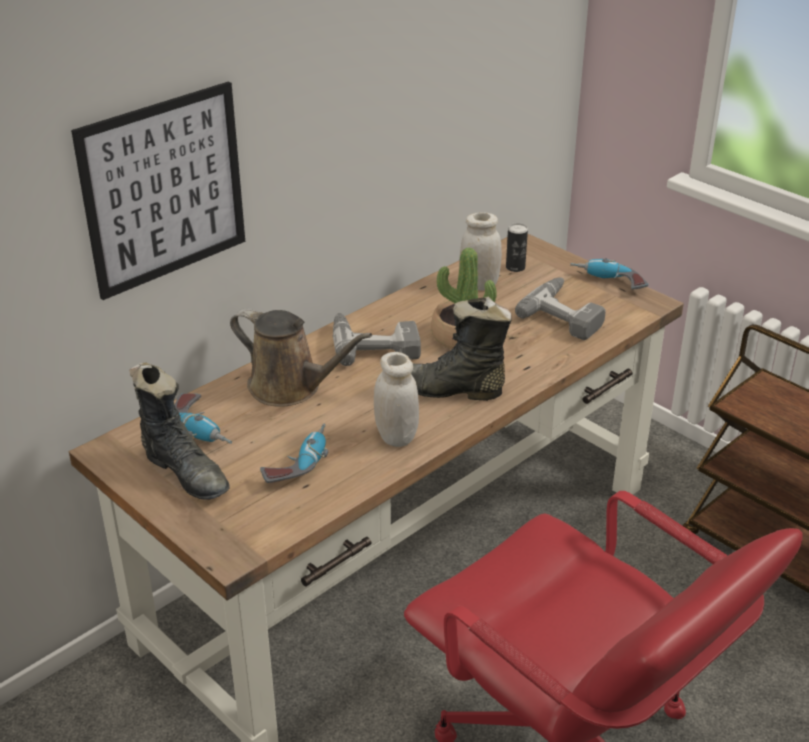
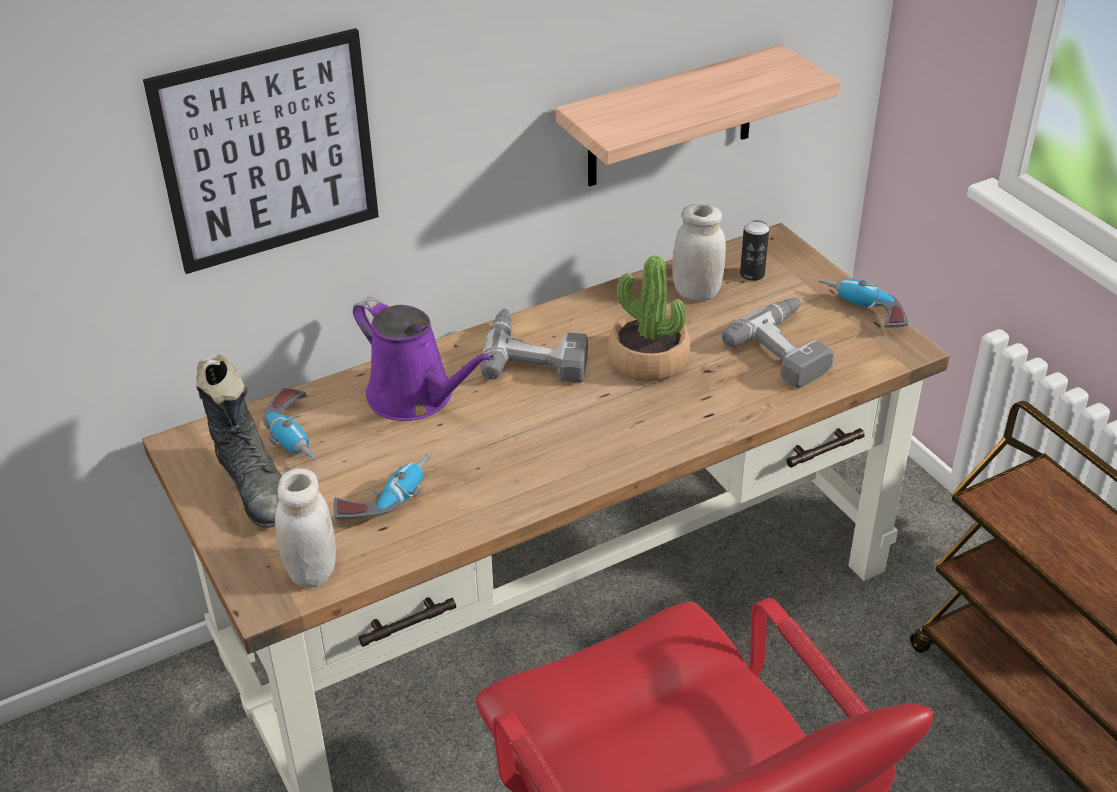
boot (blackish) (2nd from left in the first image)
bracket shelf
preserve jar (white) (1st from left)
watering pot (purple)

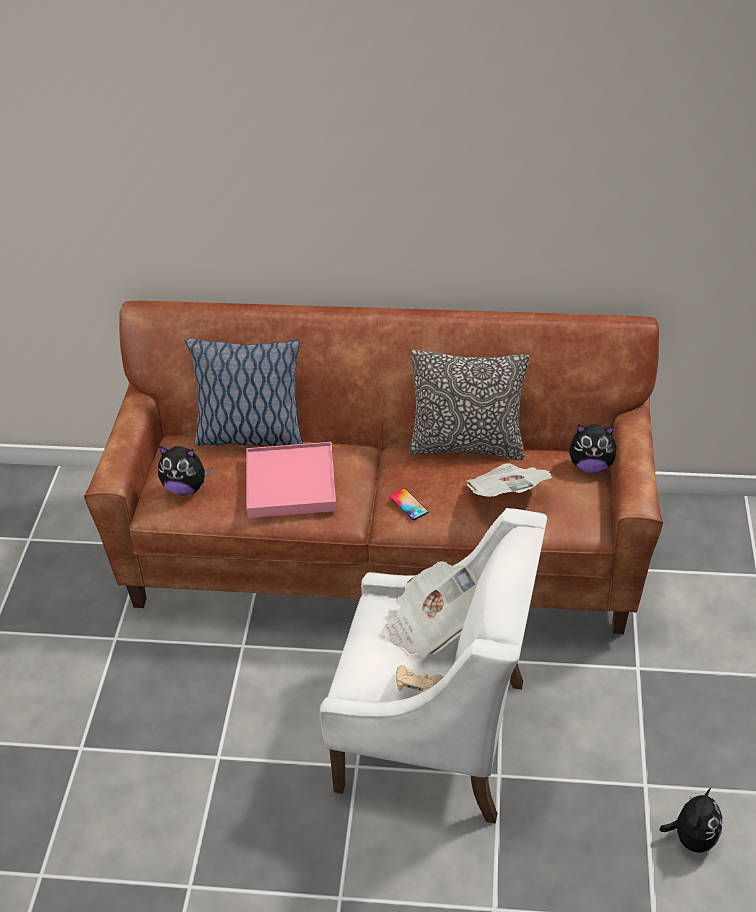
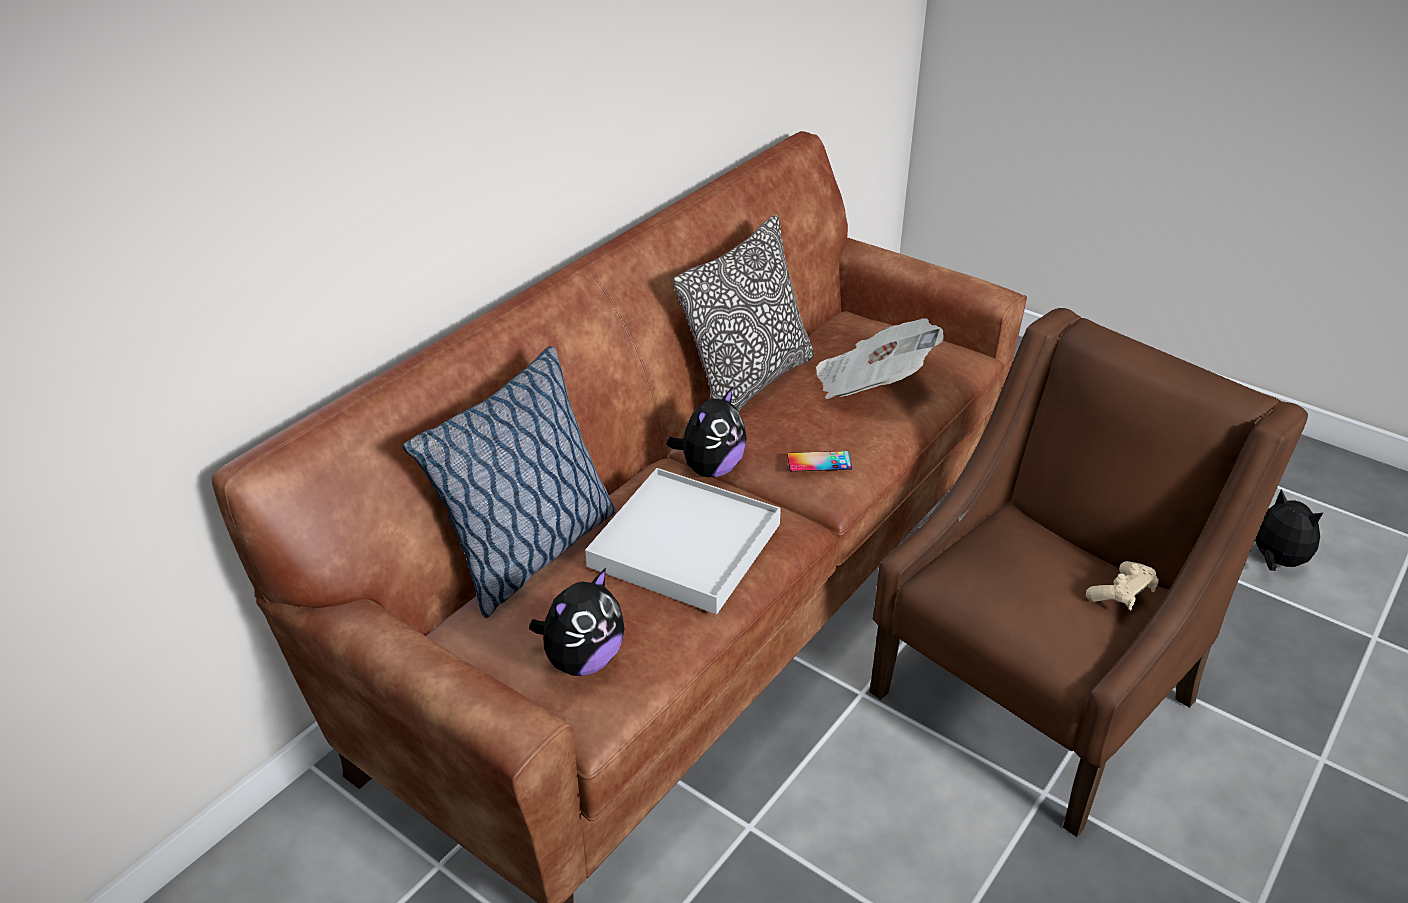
newspaper (1st from left in the first image)
plush toy (2nd from left)
serving tray (white)
lounge chair (brownish)

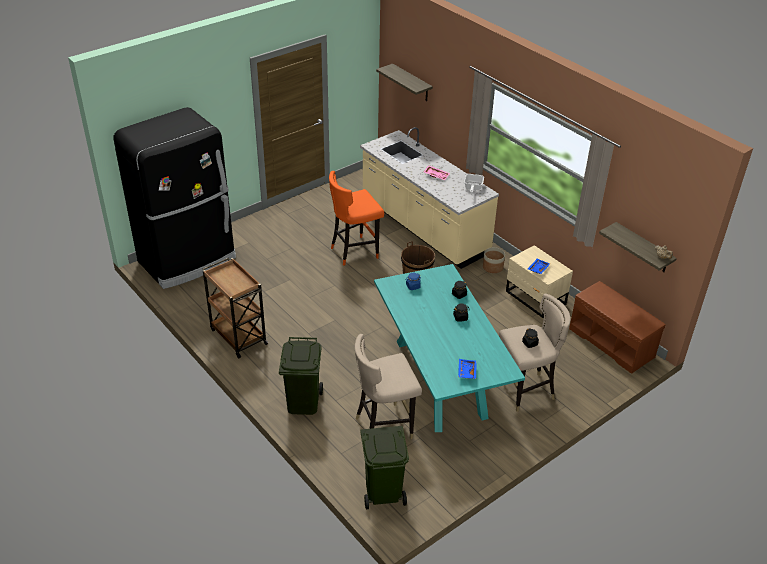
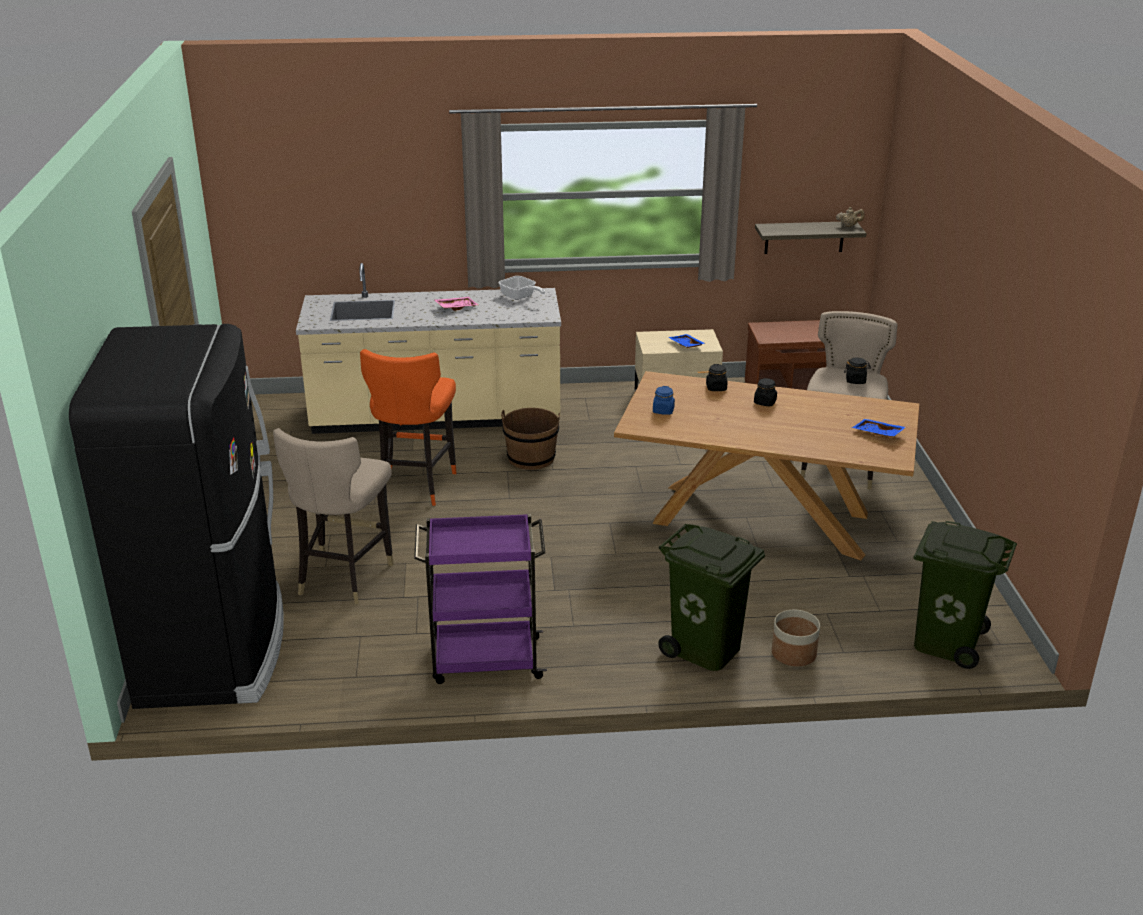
bracket shelf (1st from left in the first image)
stool (sand-coloured) (1st from left)
planter
trolley (purple)
dinner table (brownish)

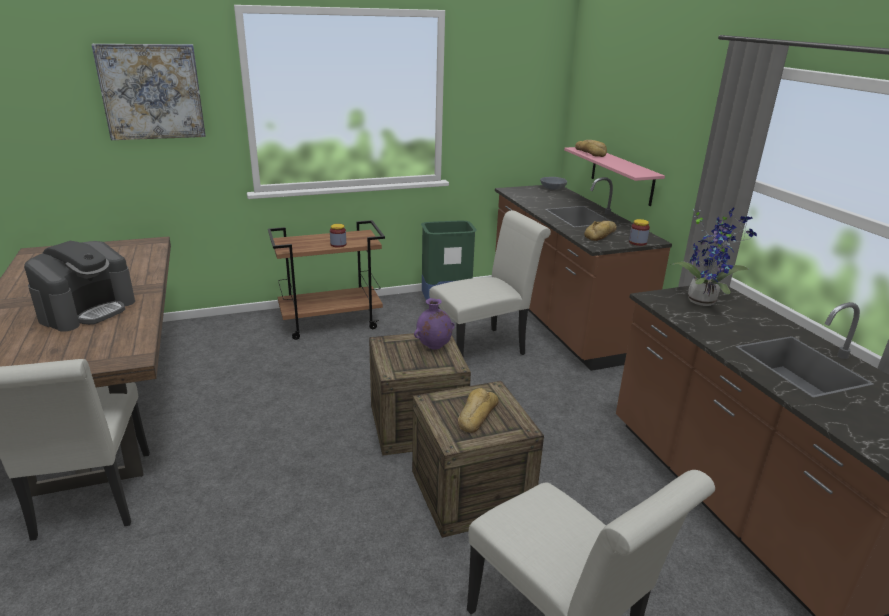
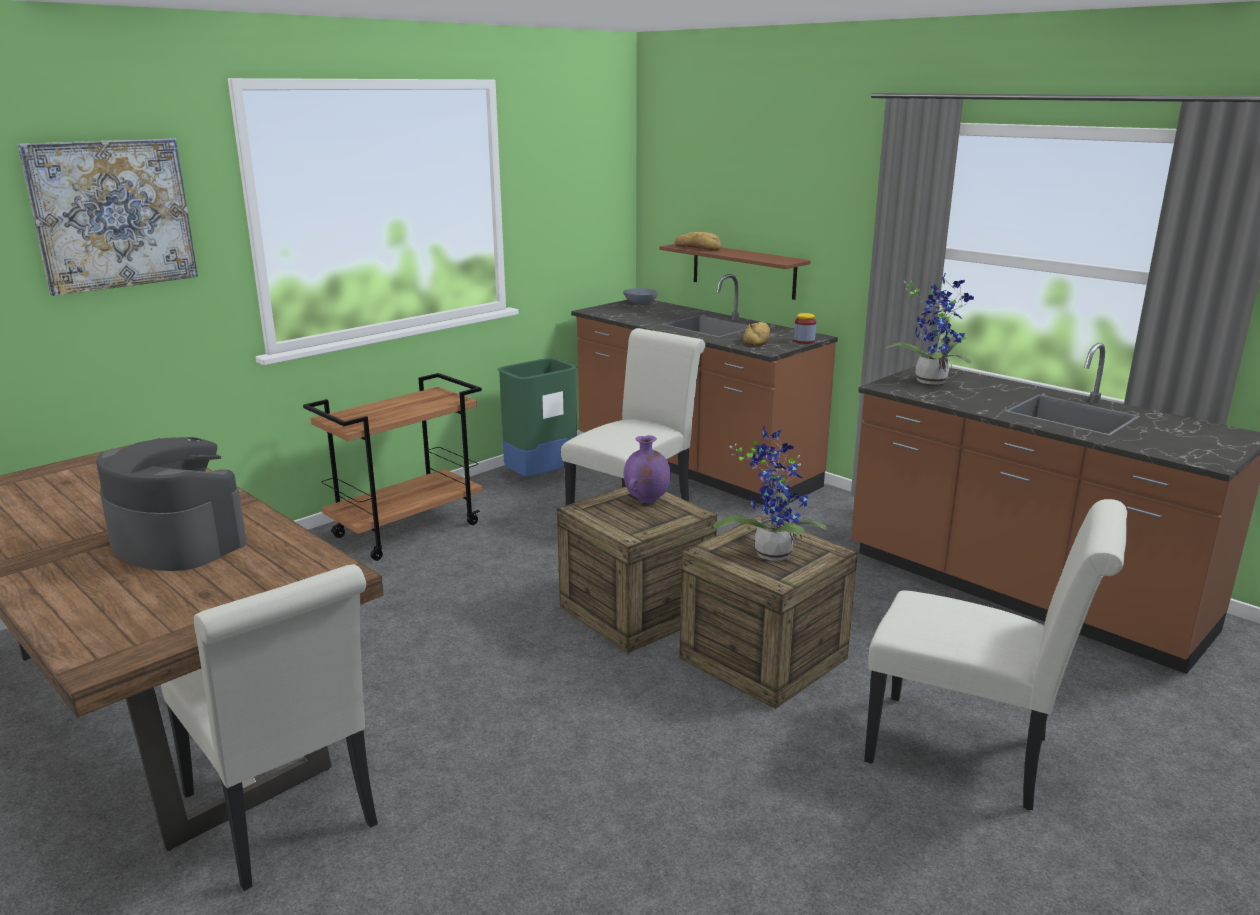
preserve jar (1st from left in the first image)
potted plant (1st from left)
bracket shelf (brownish)
coffee brewer

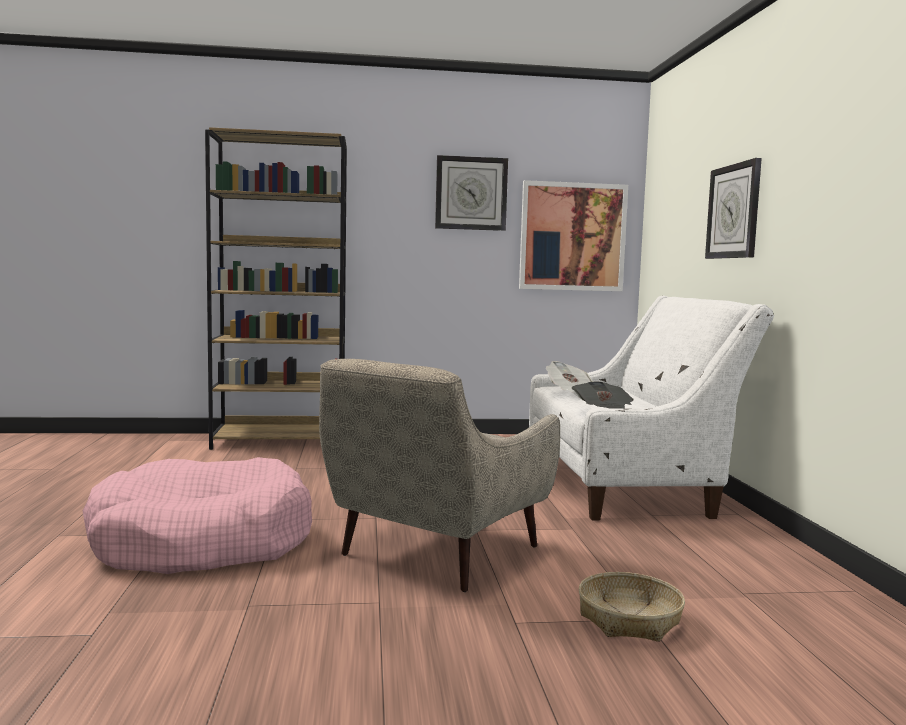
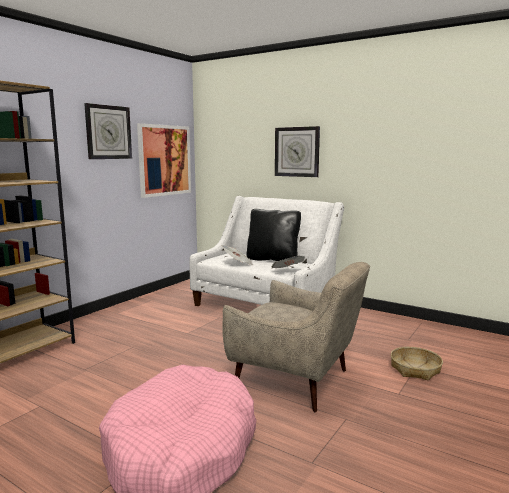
cushion (blackish)
lounge chair (sand-coloured)

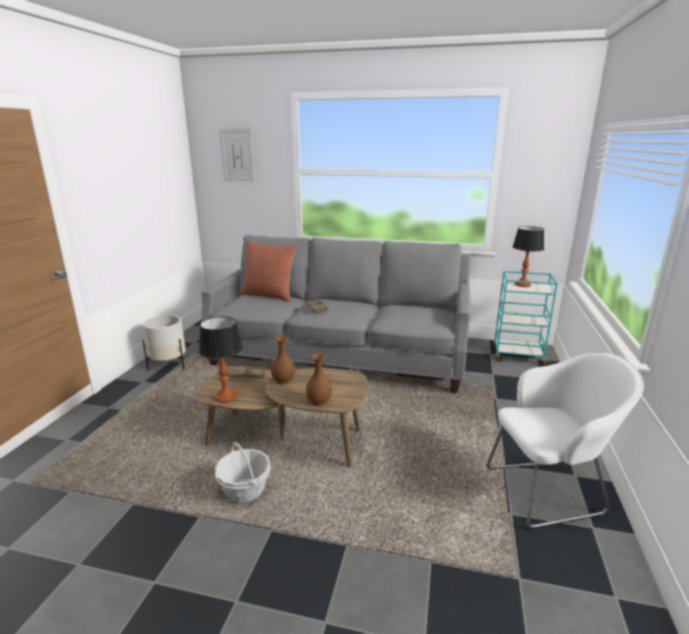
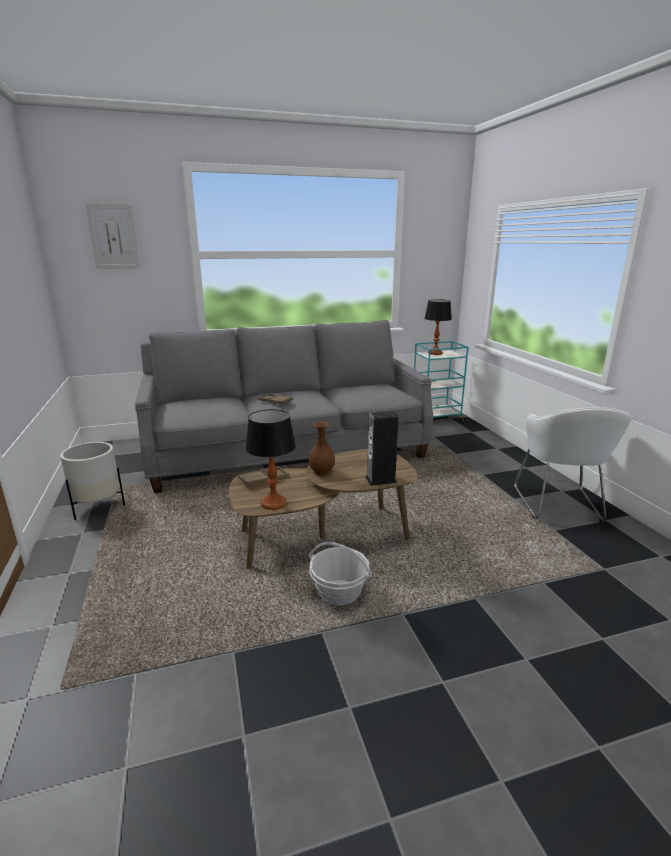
cushion
speaker
lounge chair (white)

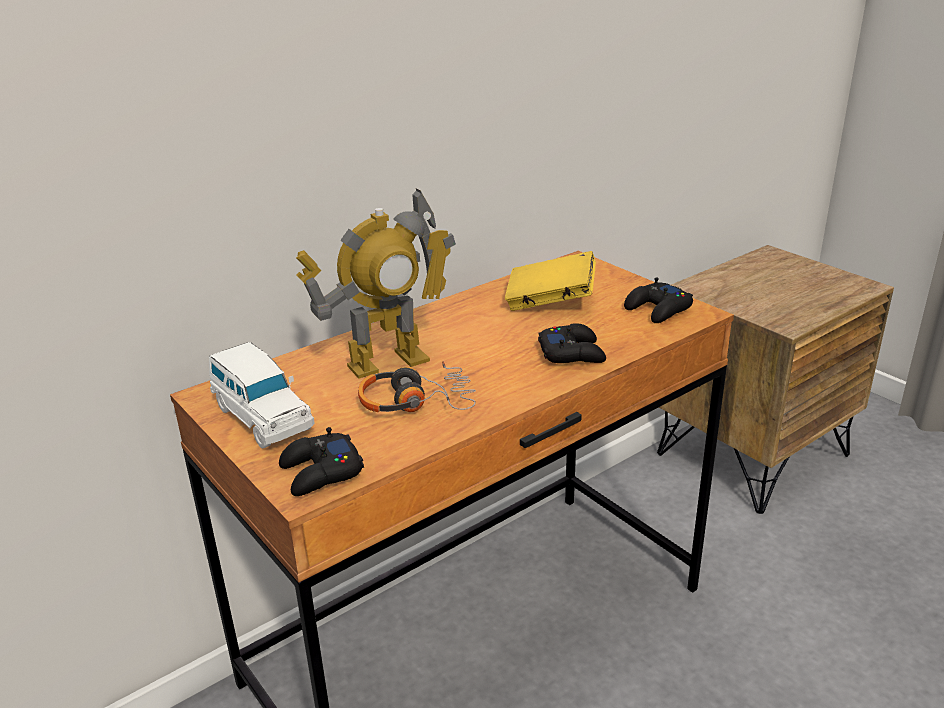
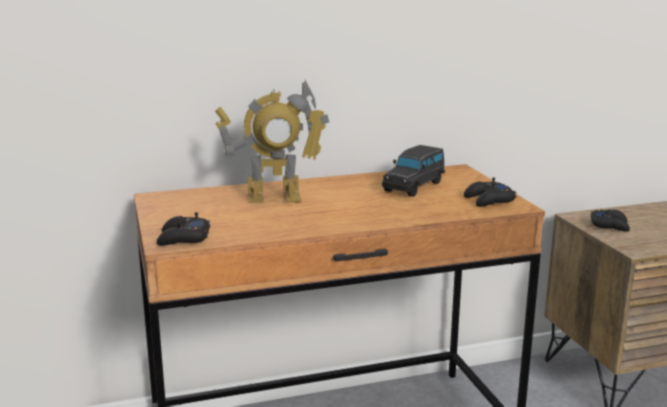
model car (white)
headphones
gamepad (blackish) (3rd from left)
model car (blackish)

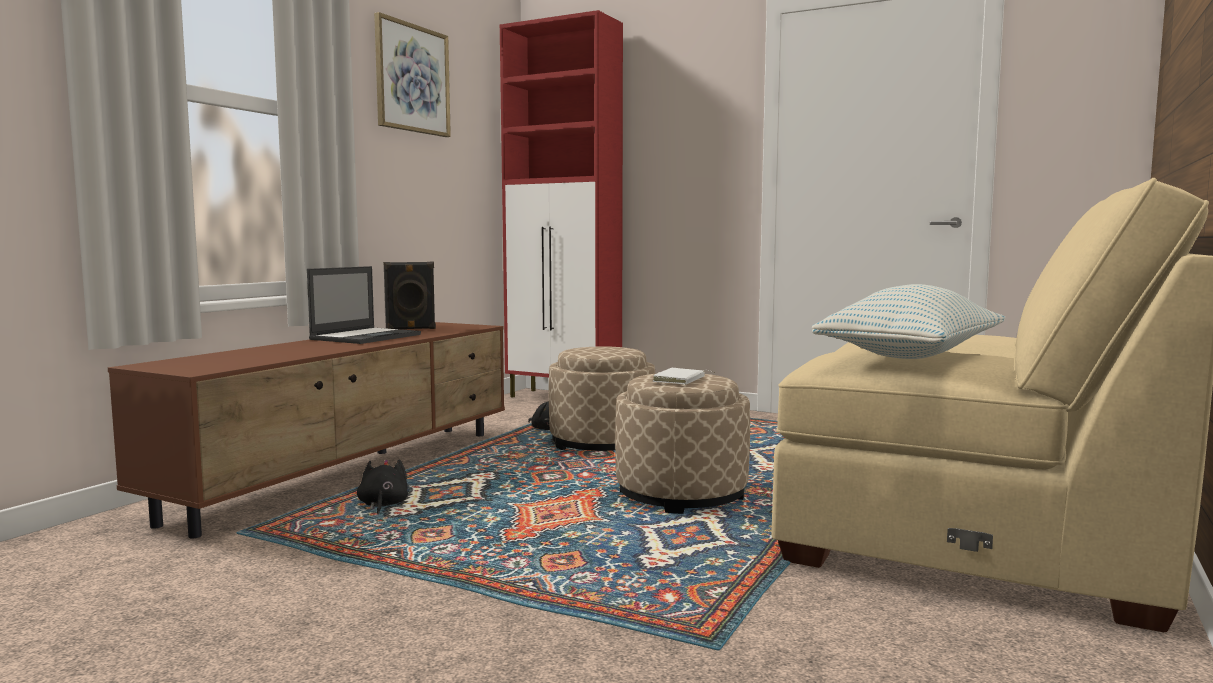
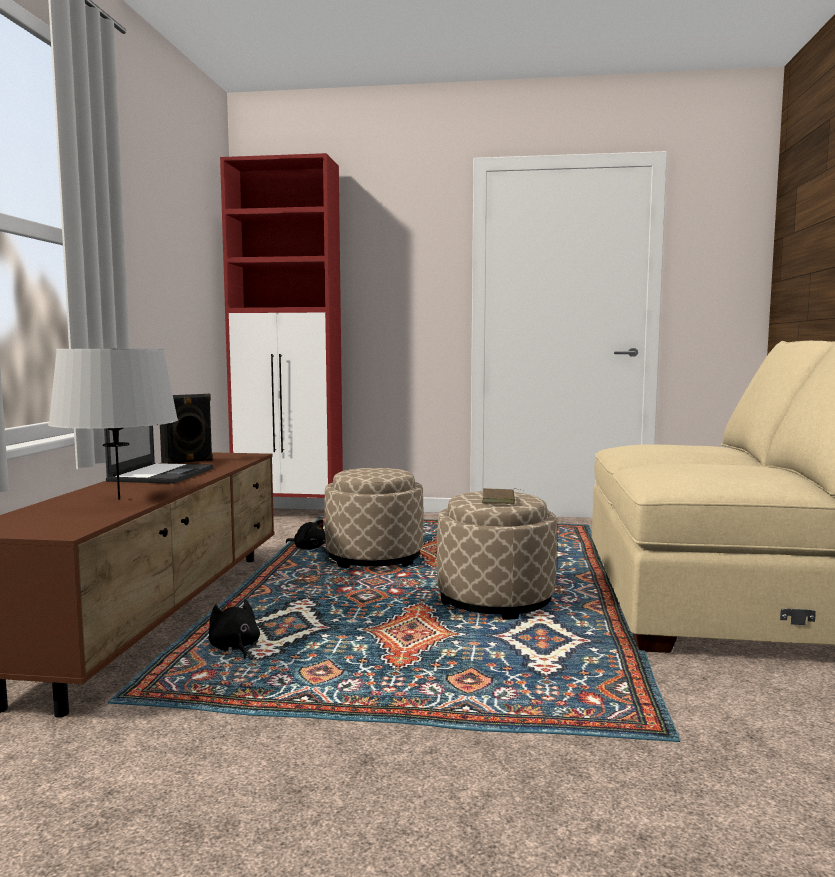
wall picture
cushion
tabletop lamp (greyish)
volume (brownish)

